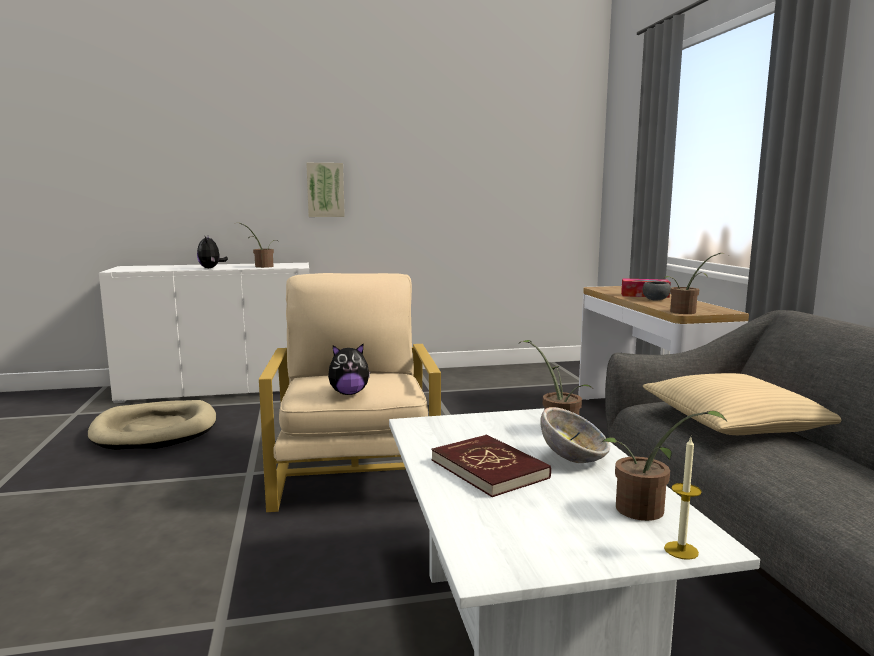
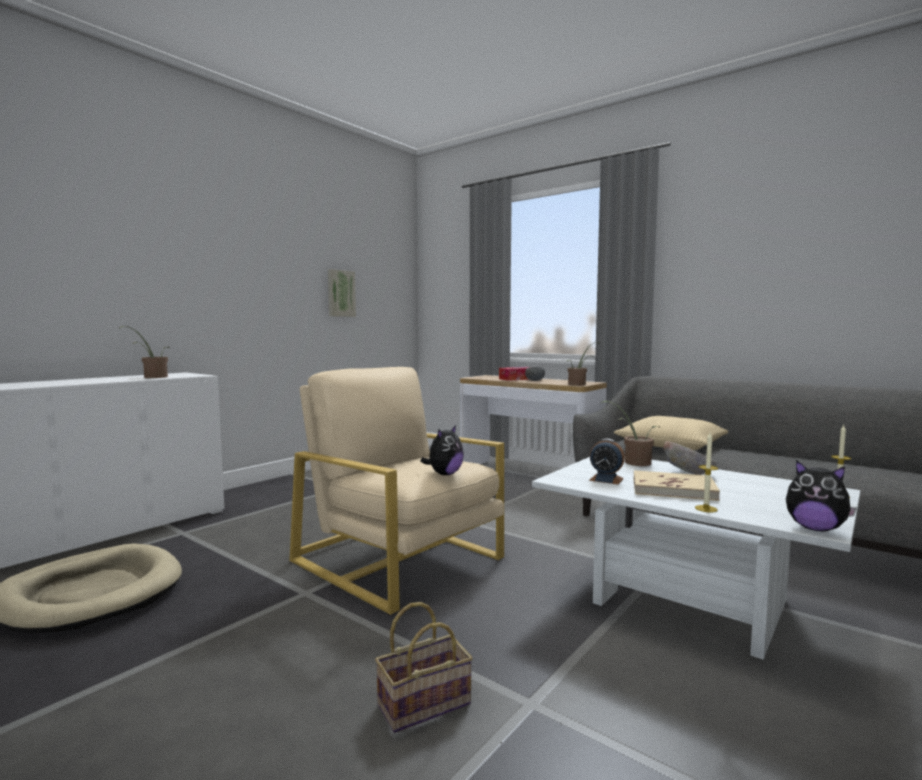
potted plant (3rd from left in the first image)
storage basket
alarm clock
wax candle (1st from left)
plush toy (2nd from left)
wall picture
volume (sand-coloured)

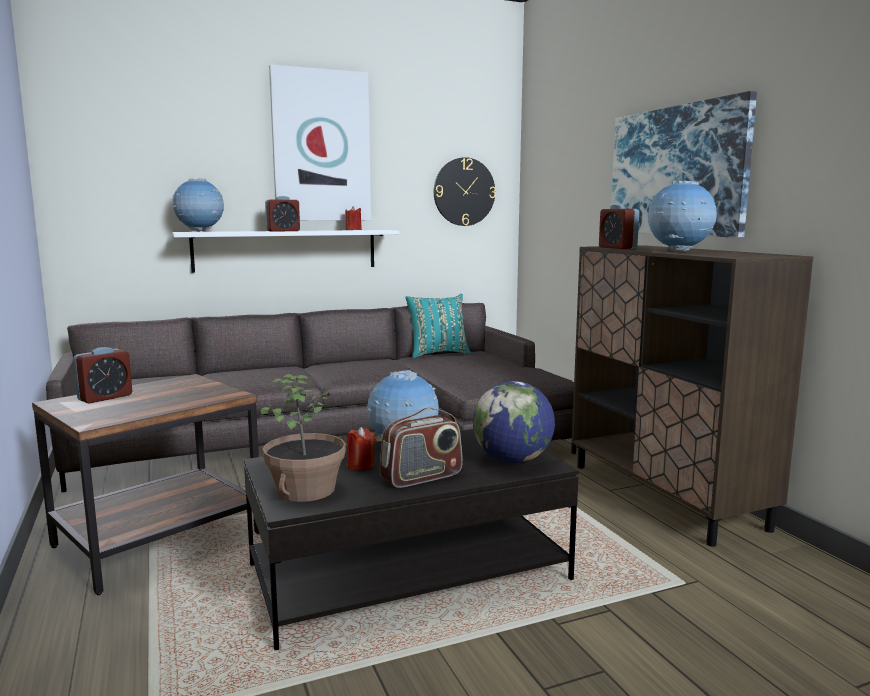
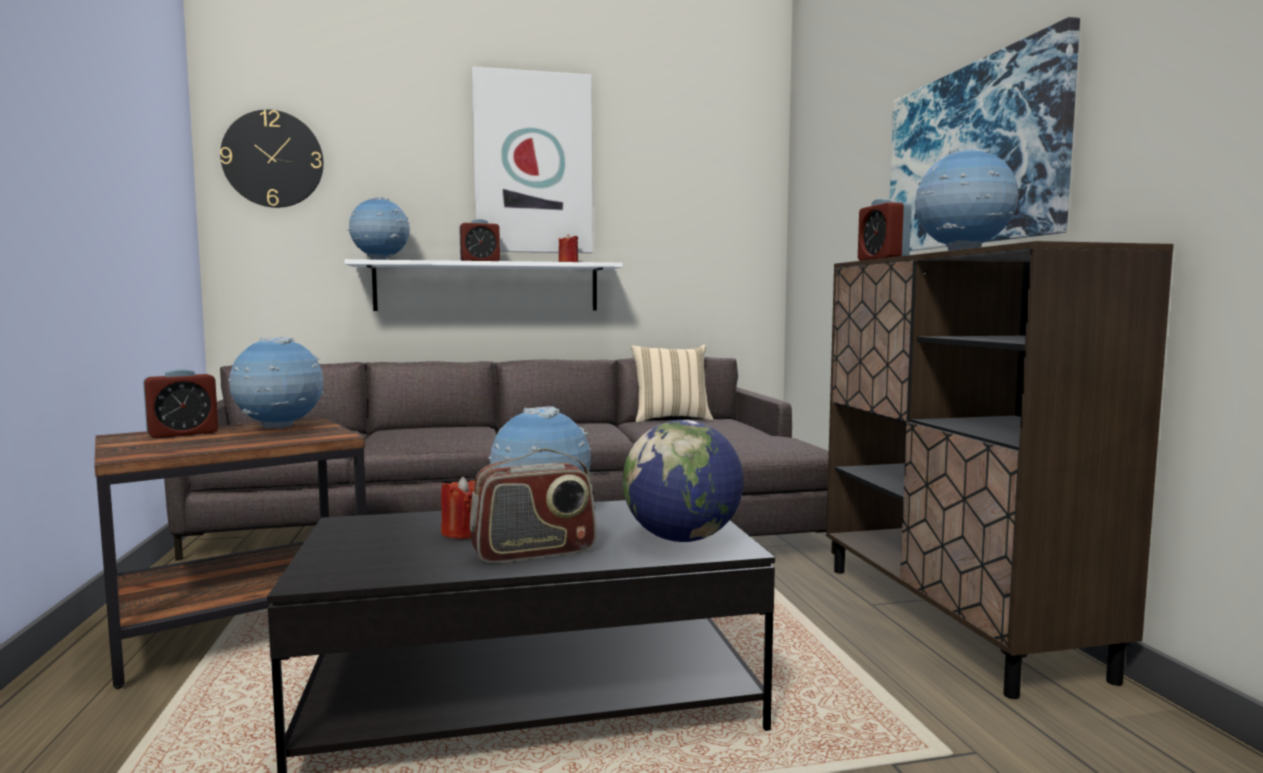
potted plant
globe (1st from left)
hanging clock
cushion (sand-coloured)

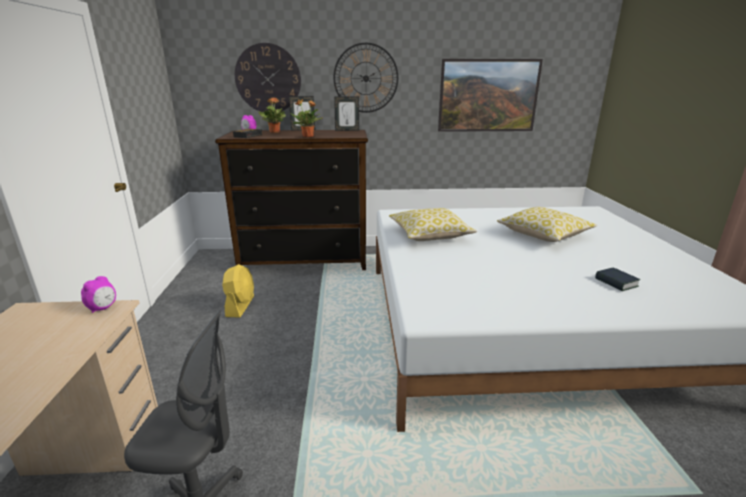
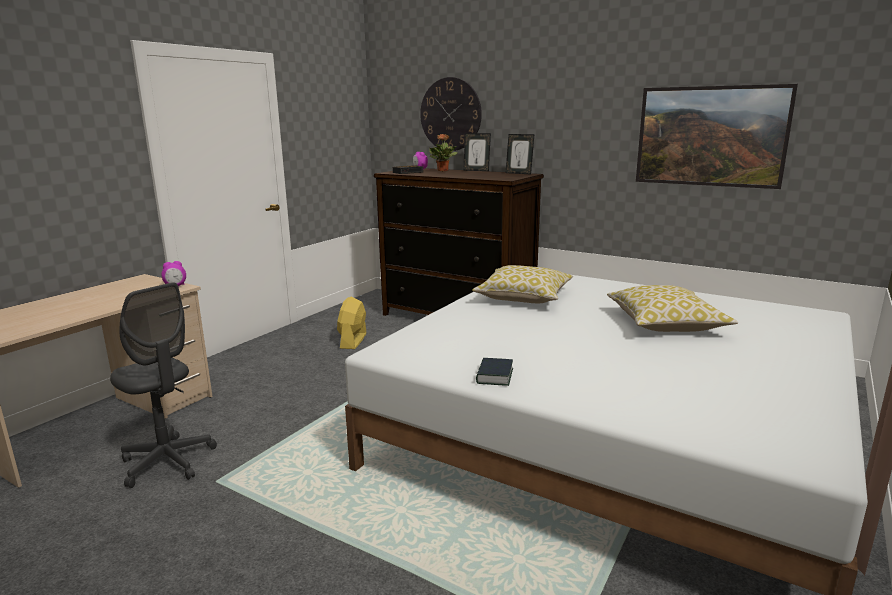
potted plant (2nd from left in the first image)
hanging clock (2nd from left in the first image)
volume
electric fan (yellowish)

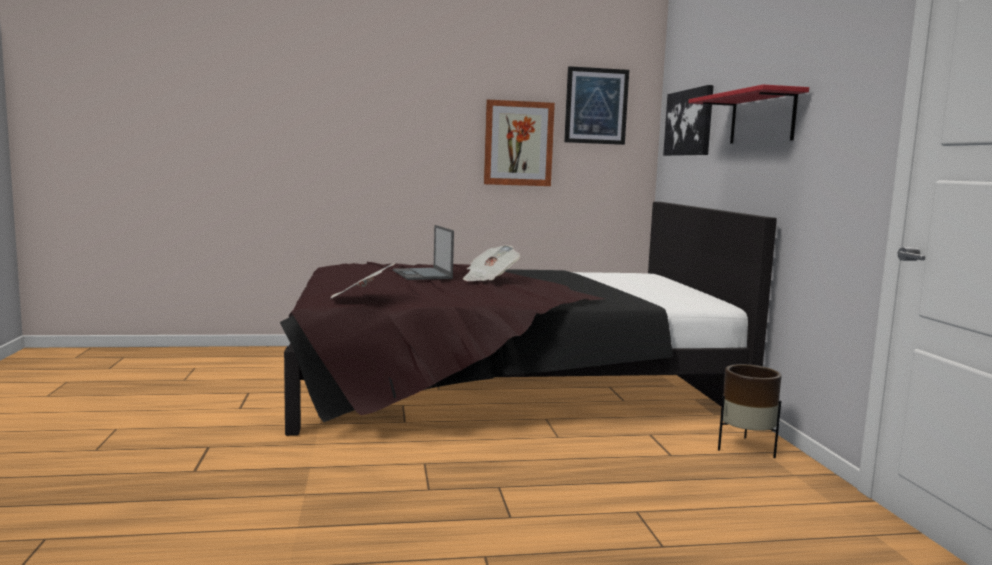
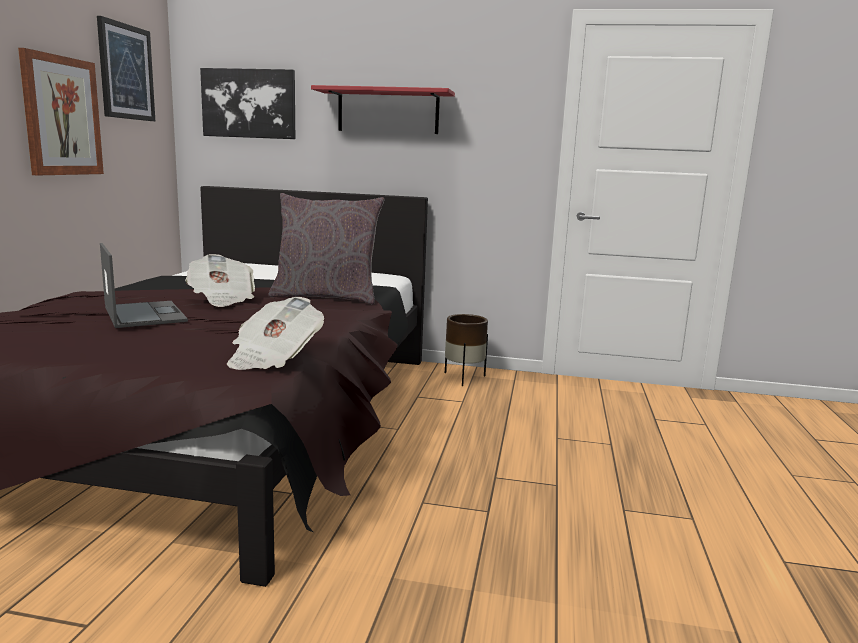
cushion (greyish)
laptop

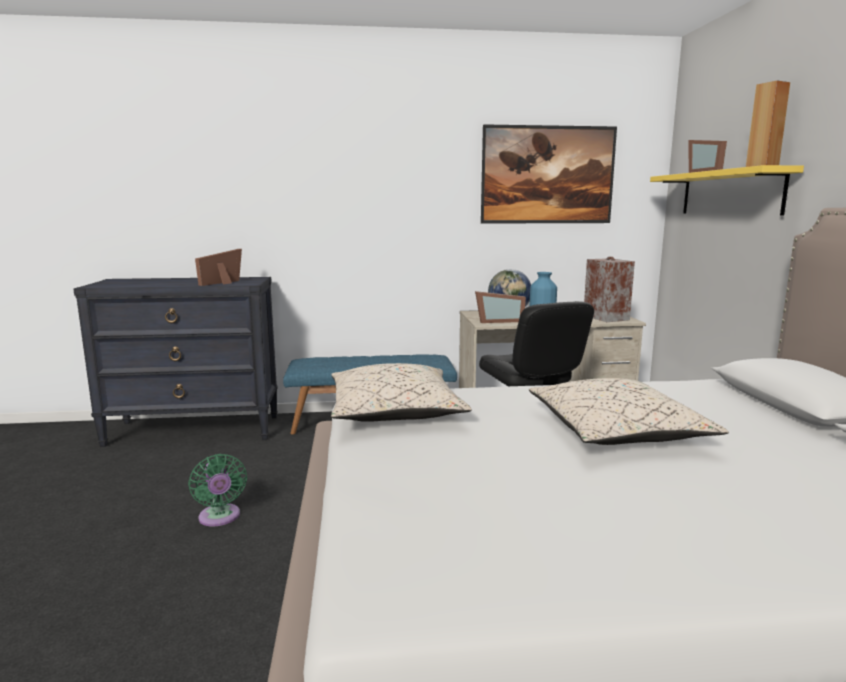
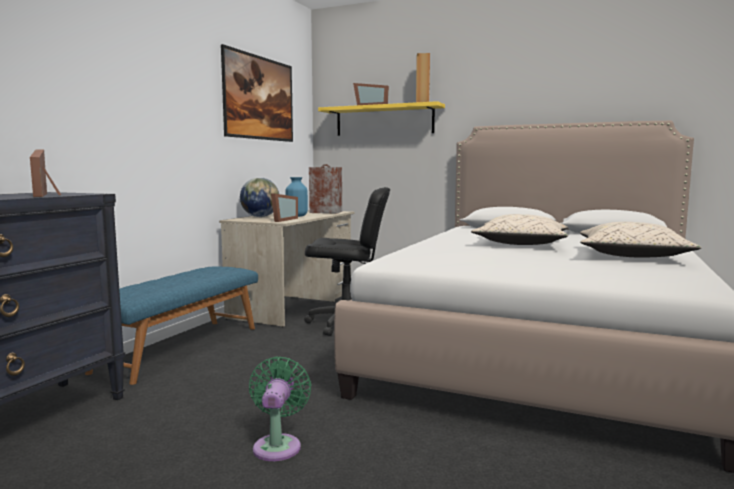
cushion (sand-coloured) (2nd from left)
electric fan (greenish)

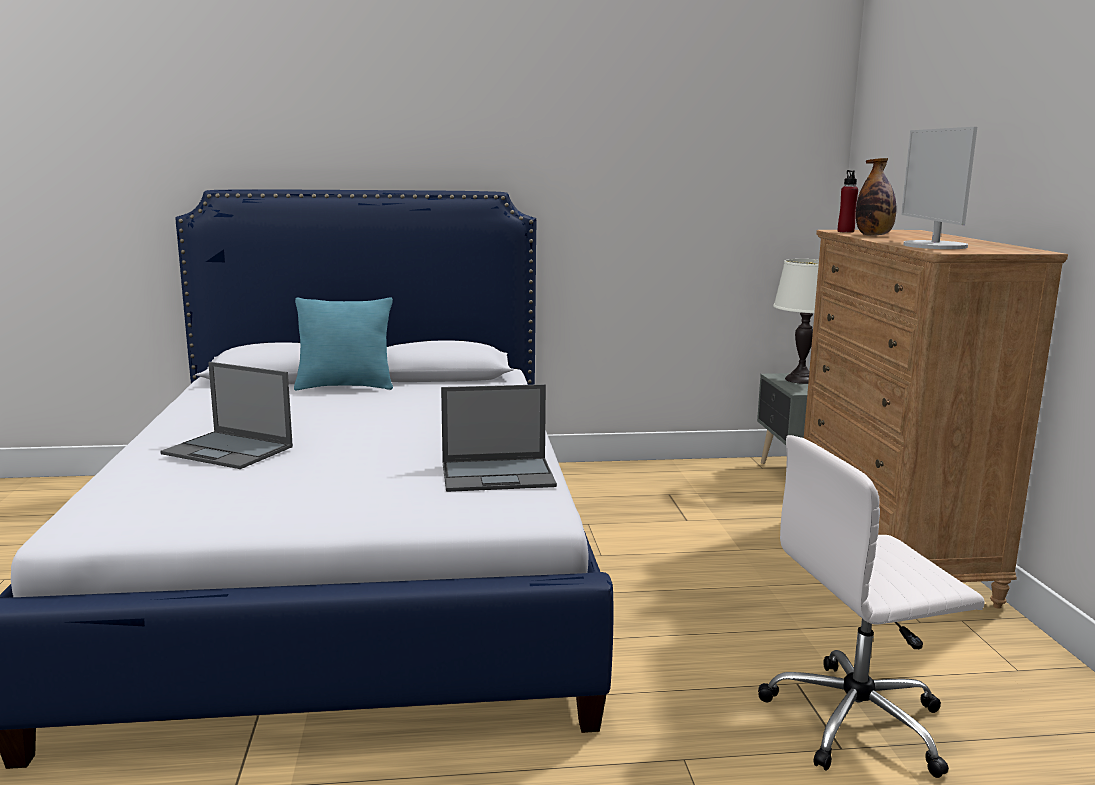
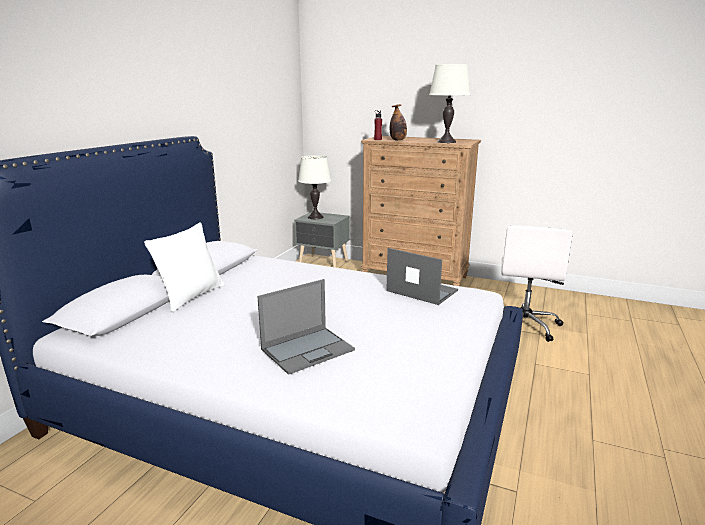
tabletop lamp (white) (2nd from left)
cushion (white)
laptop (2nd from left)

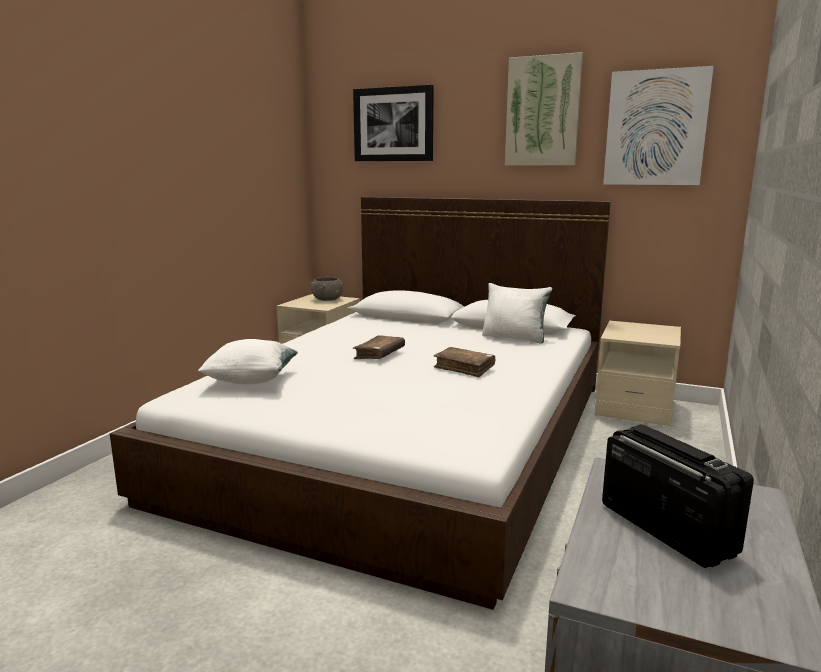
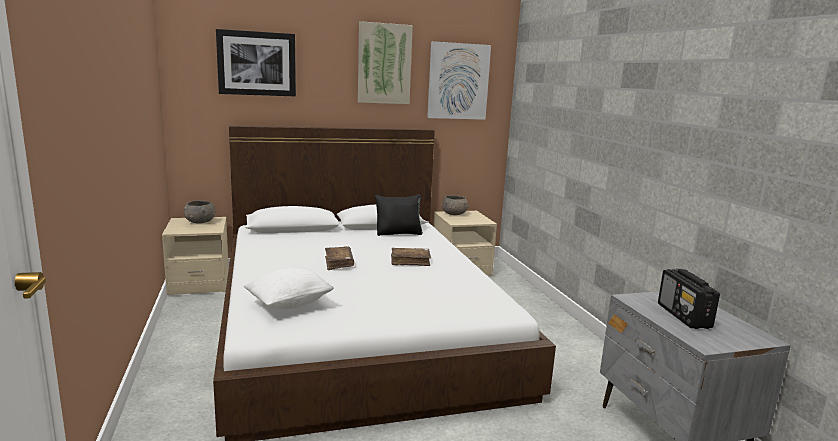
bowl (greyish) (2nd from left)
cushion (blackish)
radio receiver

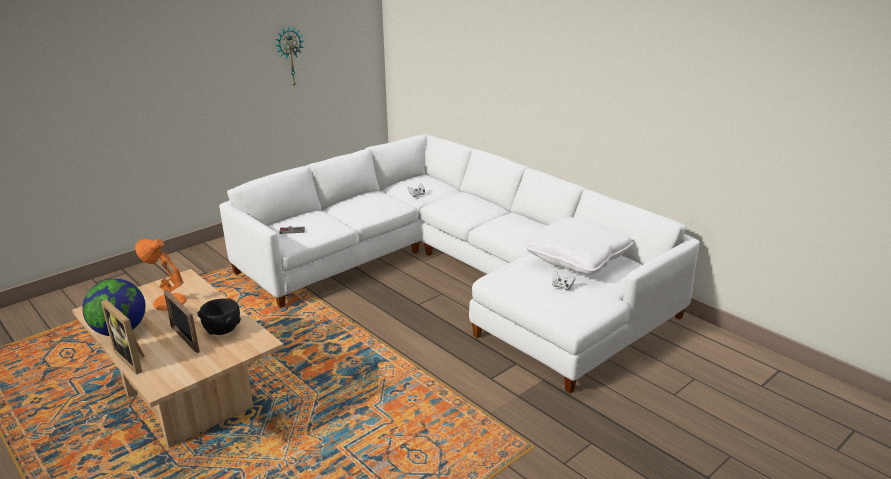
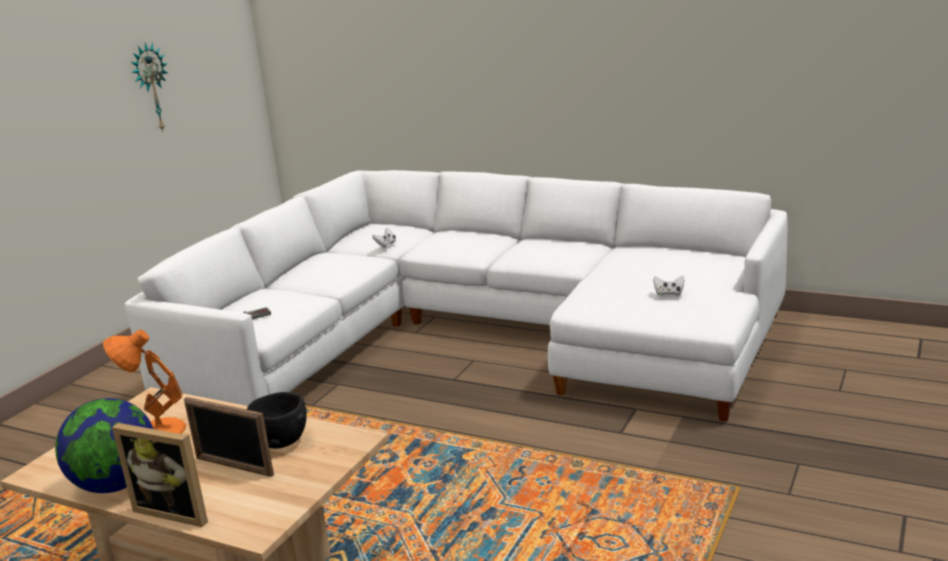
cushion (white)

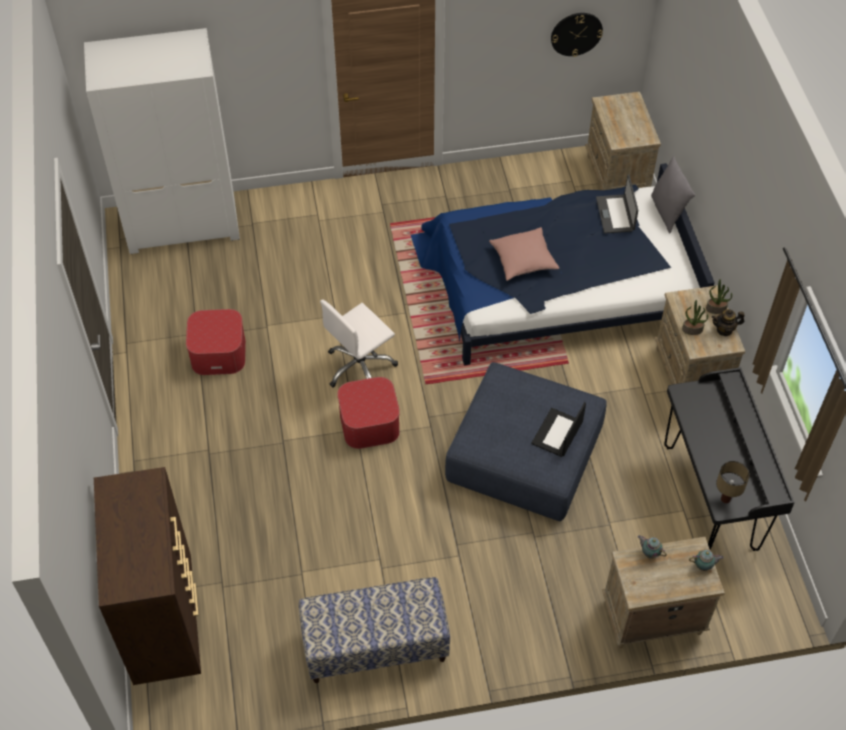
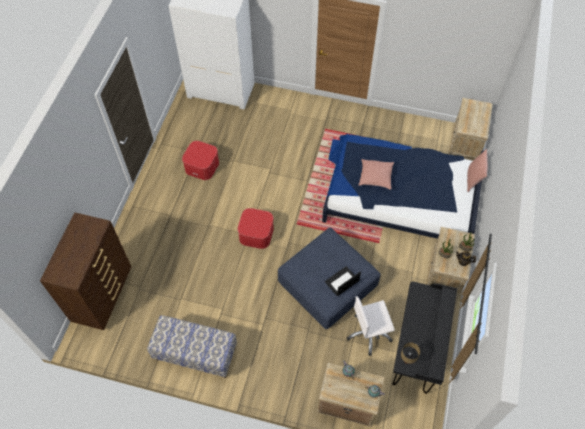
hanging clock
laptop (2nd from left in the first image)
computer chair (white)
cushion (pink-coloured) (2nd from left)

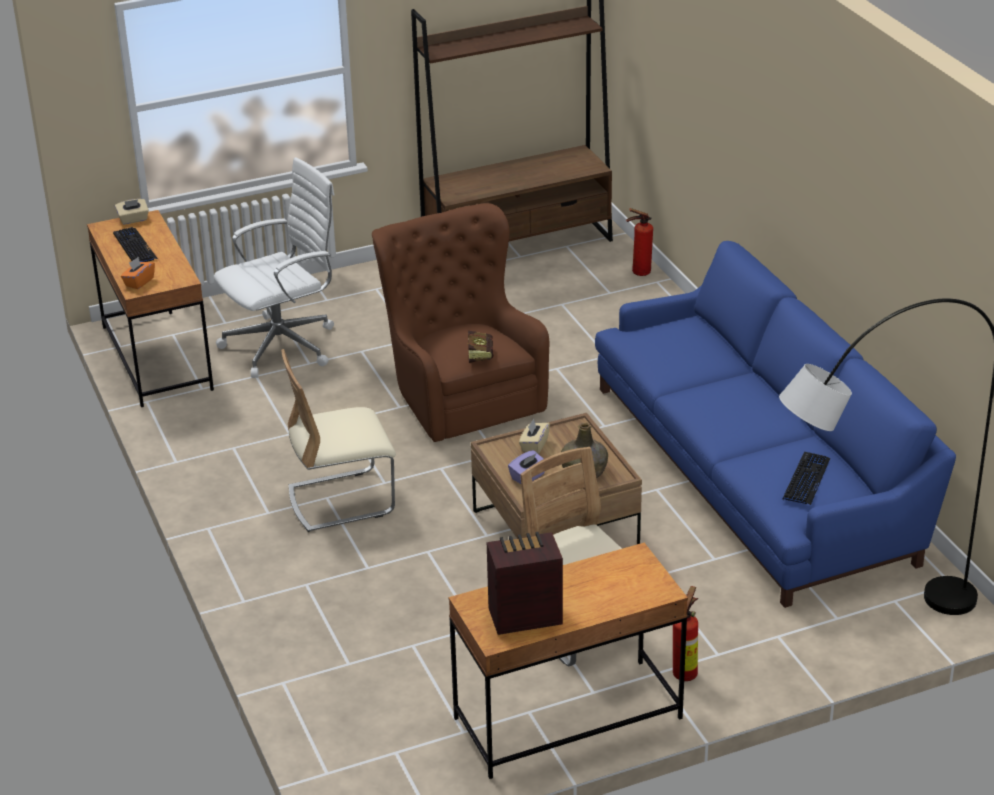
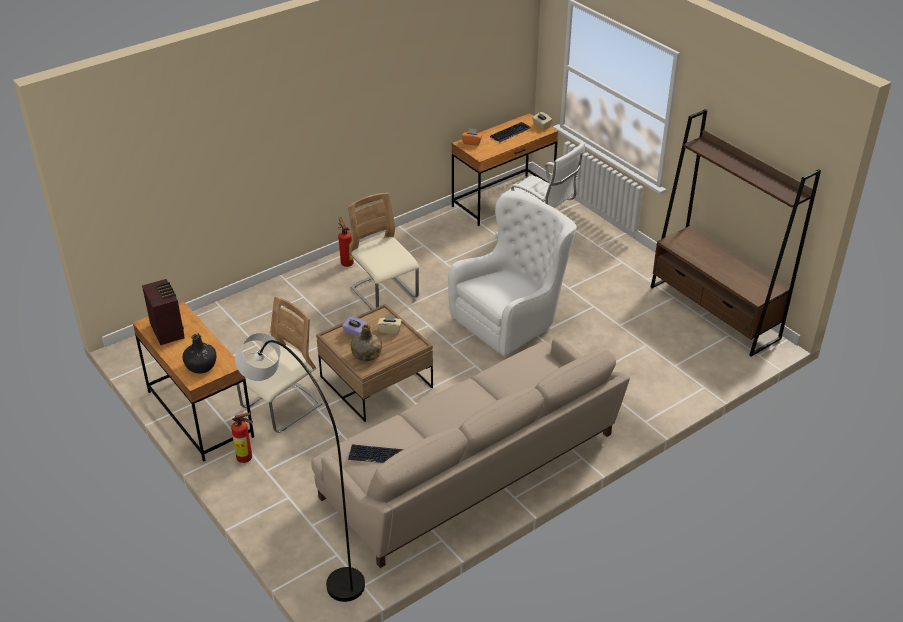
volume
drink bottle (blackish)
extinguisher (2nd from left)
lounge chair (white)
sofa (sand-coloured)

